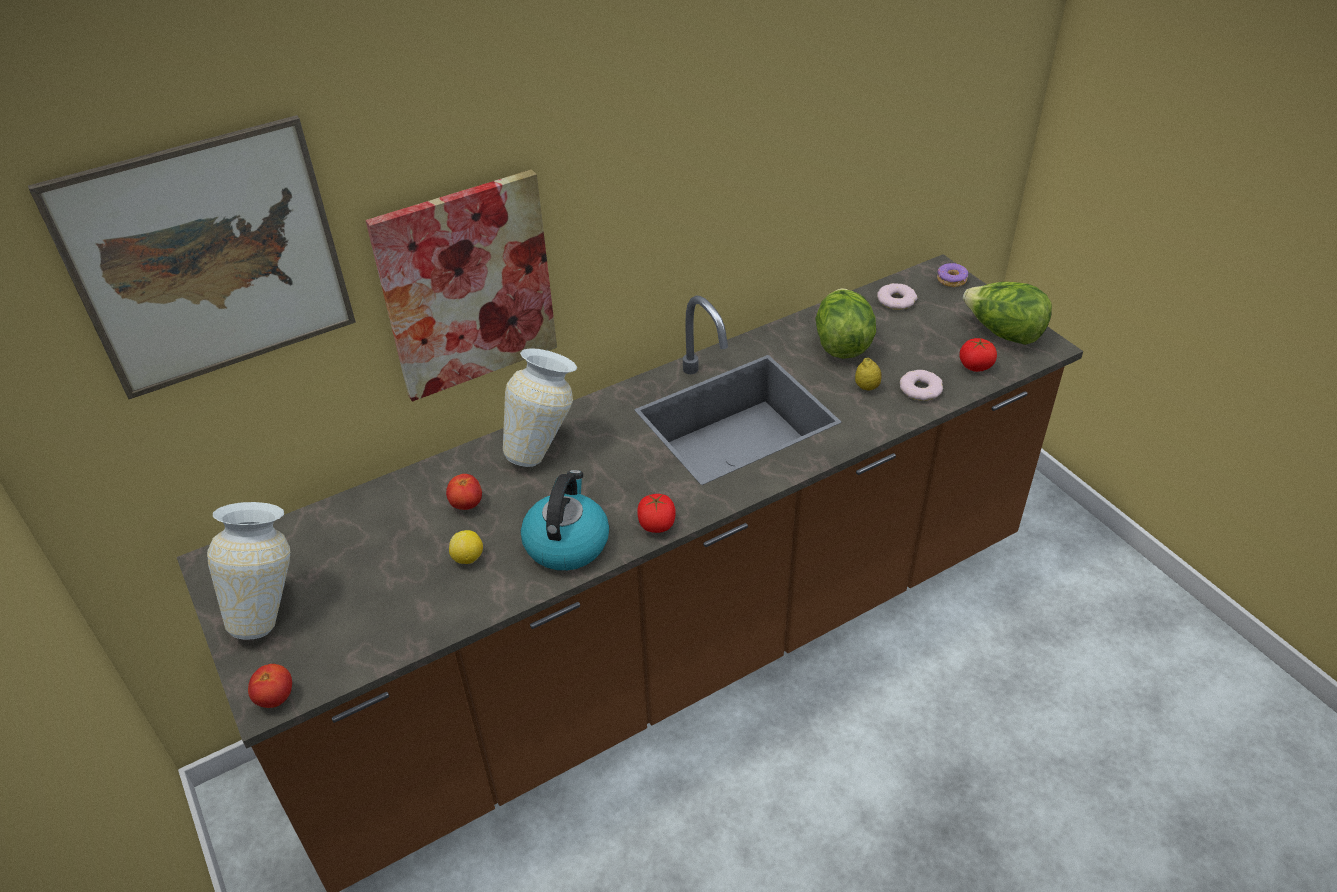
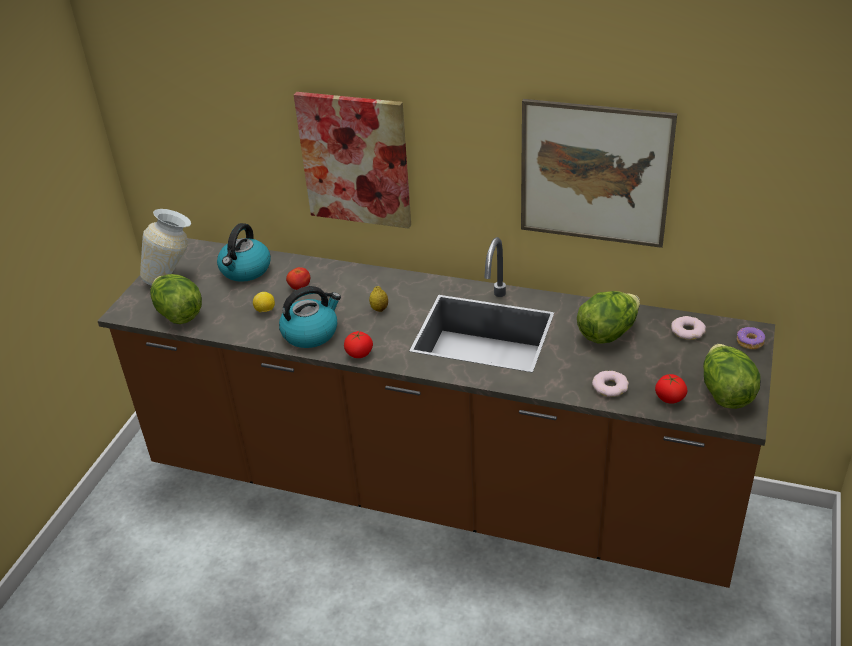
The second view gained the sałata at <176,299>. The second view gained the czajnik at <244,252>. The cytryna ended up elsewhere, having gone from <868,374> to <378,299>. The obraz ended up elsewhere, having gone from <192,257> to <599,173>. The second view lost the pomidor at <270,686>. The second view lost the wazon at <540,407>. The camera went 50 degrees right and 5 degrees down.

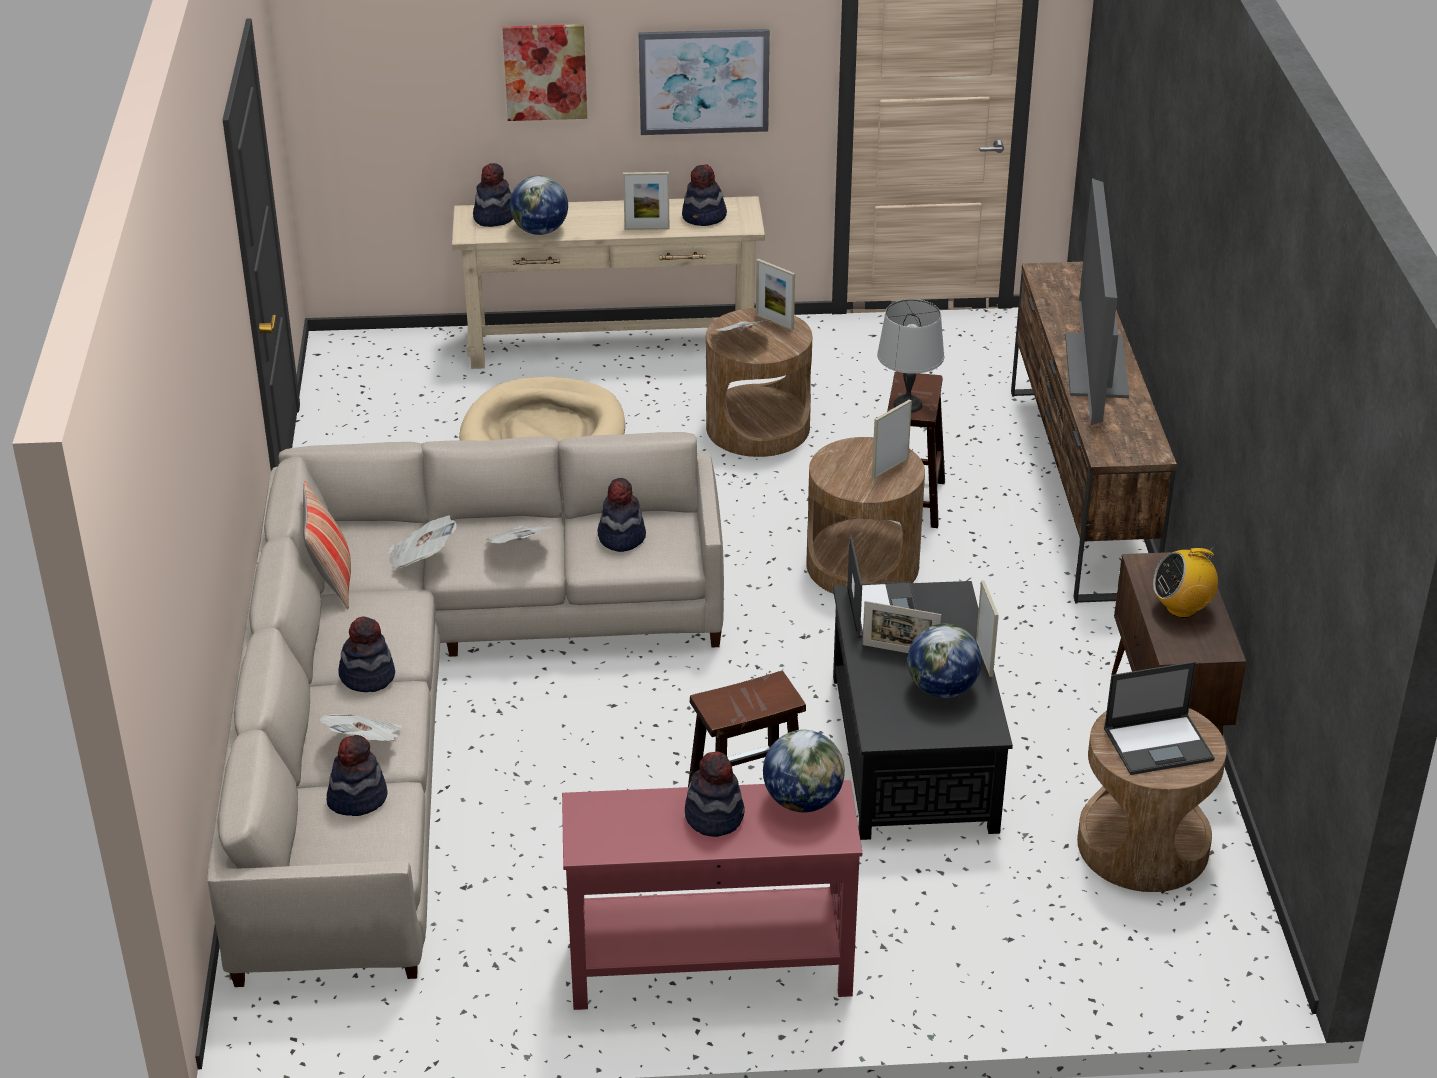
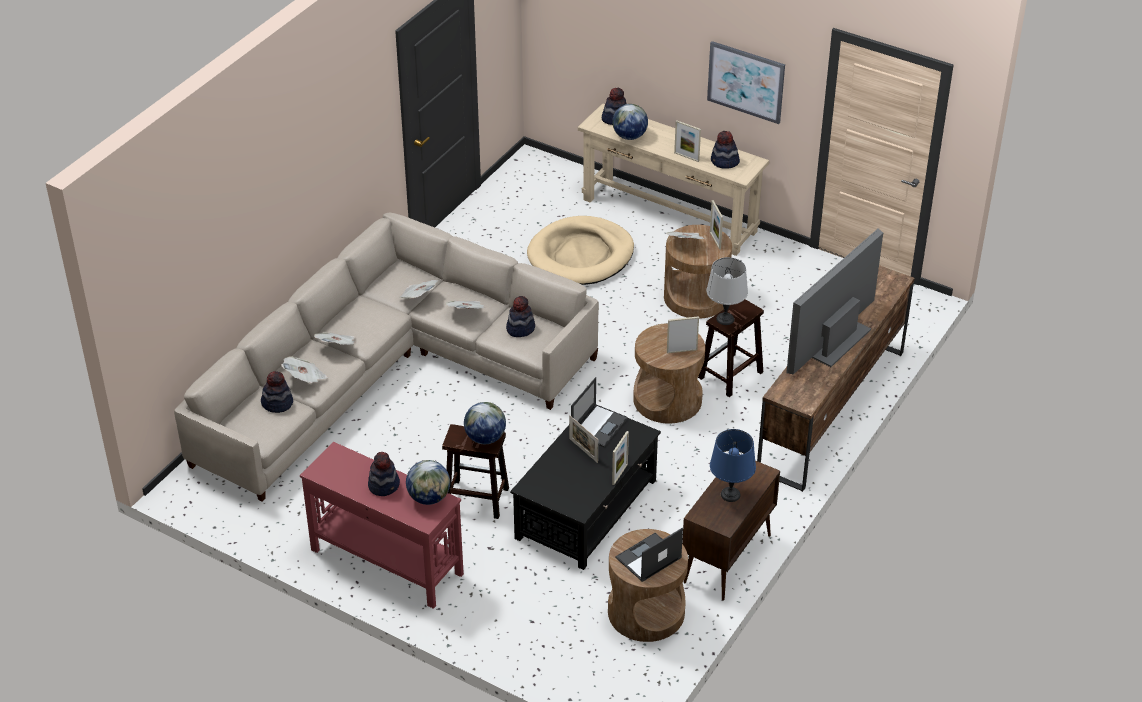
Where the kapelusz stood at <367,654>, the gazeta came to stand at <334,338>. The globus ended up elsewhere, having gone from <944,661> to <485,423>. The laptop at <1159,718> ended up facing another way, 120 degrees clockwise from before. Where the radio stood at <1185,582>, the lampa stołowa/niebieski came to stand at <733,465>. The second view lost the poduszka at <327,545>. The second view lost the obraz at <545,72>. The camera went 35 degrees right and 5 degrees up.

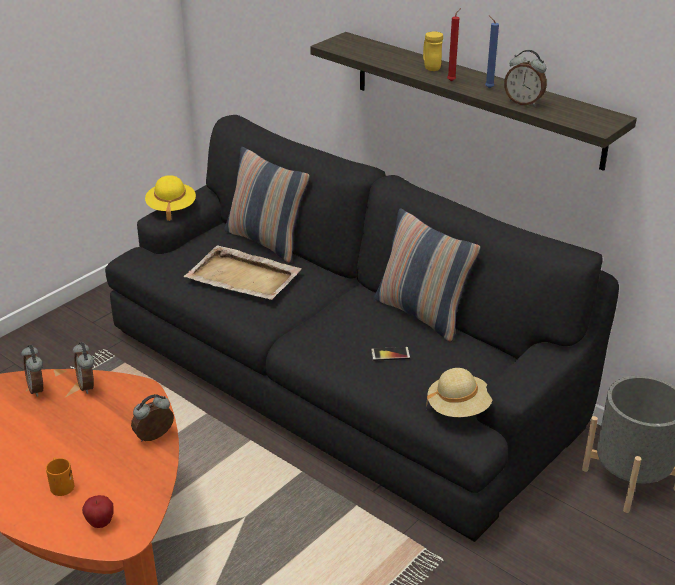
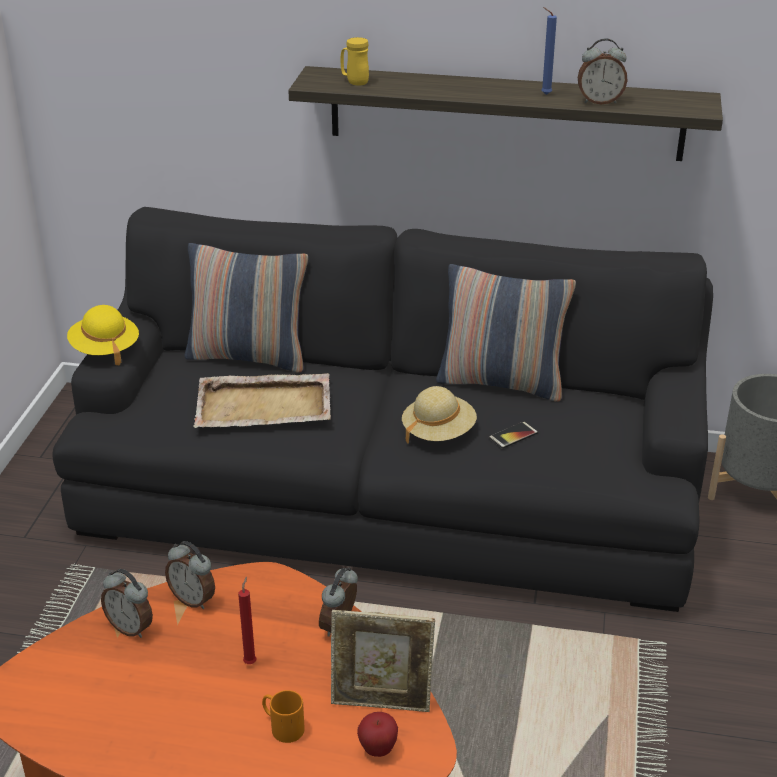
The świeca/czerwony ended up elsewhere, having gone from <454,45> to <247,620>. The second view gained the ramka na zdjęcie at <383,661>. The kubek/żółty ended up elsewhere, having gone from <433,51> to <355,61>. The kapelusz/beżowy ended up elsewhere, having gone from <459,392> to <439,415>. The camera went 30 degrees left and 0 degrees up.

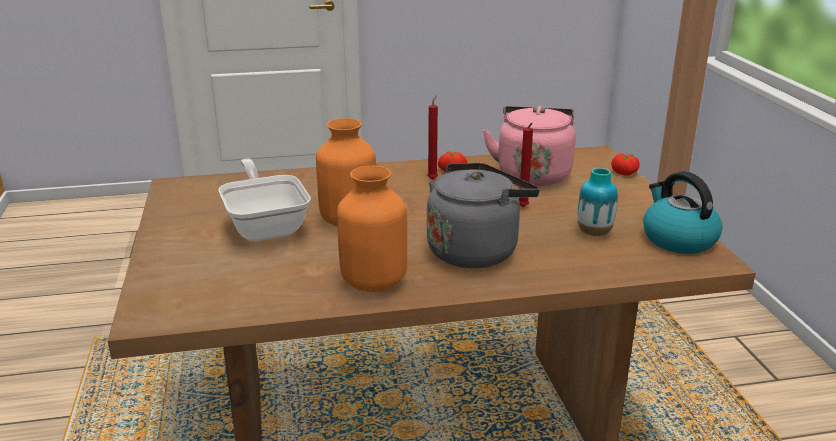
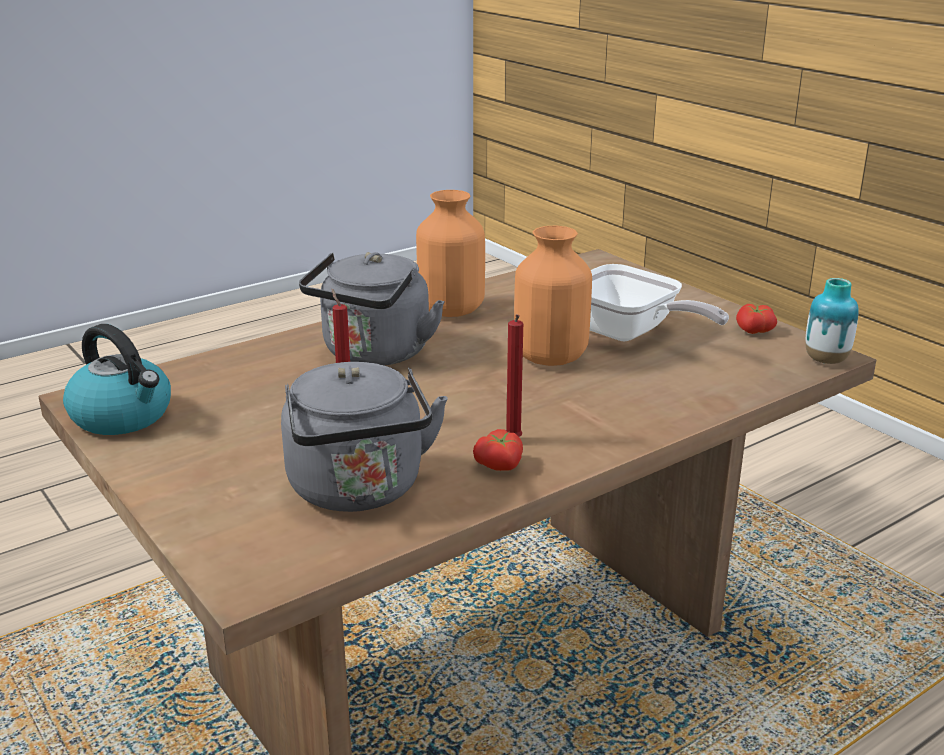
What was the czajnik/różowy at <529,146> turned into the czajnik/szary at <364,437>. The pomidor ended up elsewhere, having gone from <625,165> to <756,319>. The wazon ended up elsewhere, having gone from <598,202> to <831,321>. The camera went 155 degrees right and 0 degrees up.

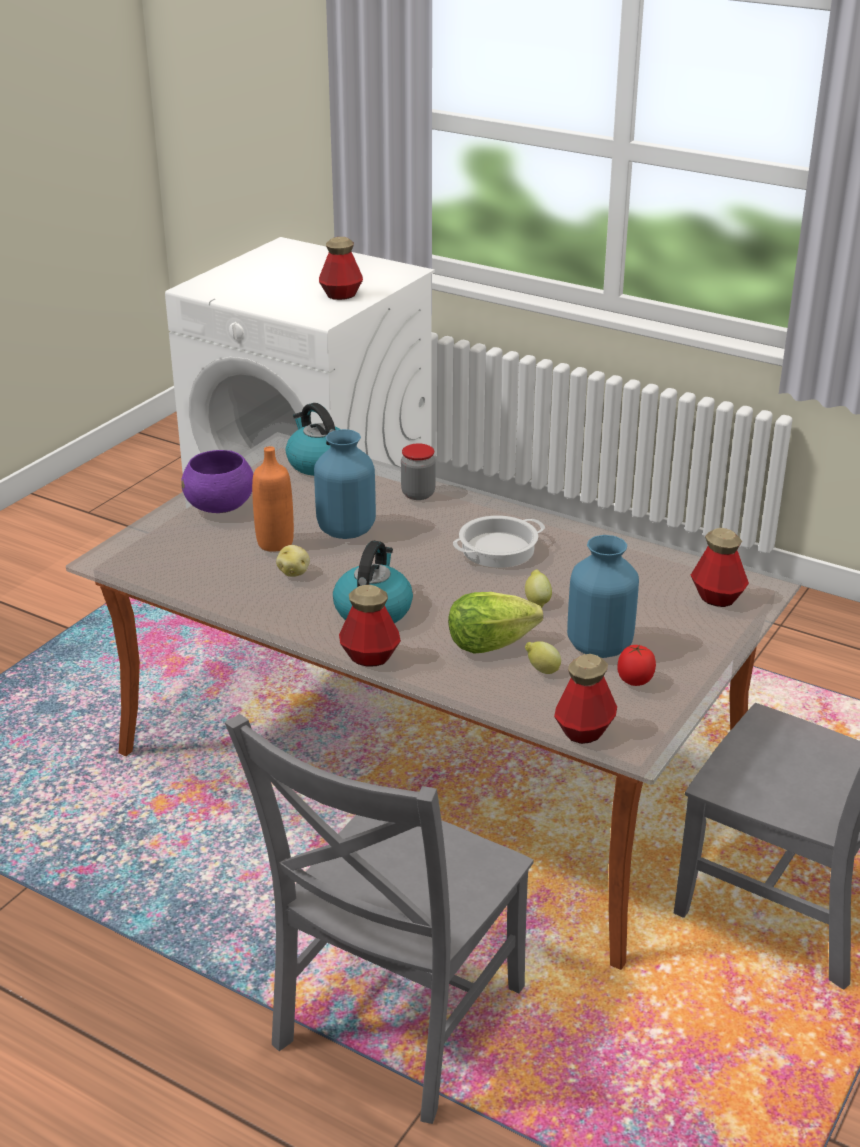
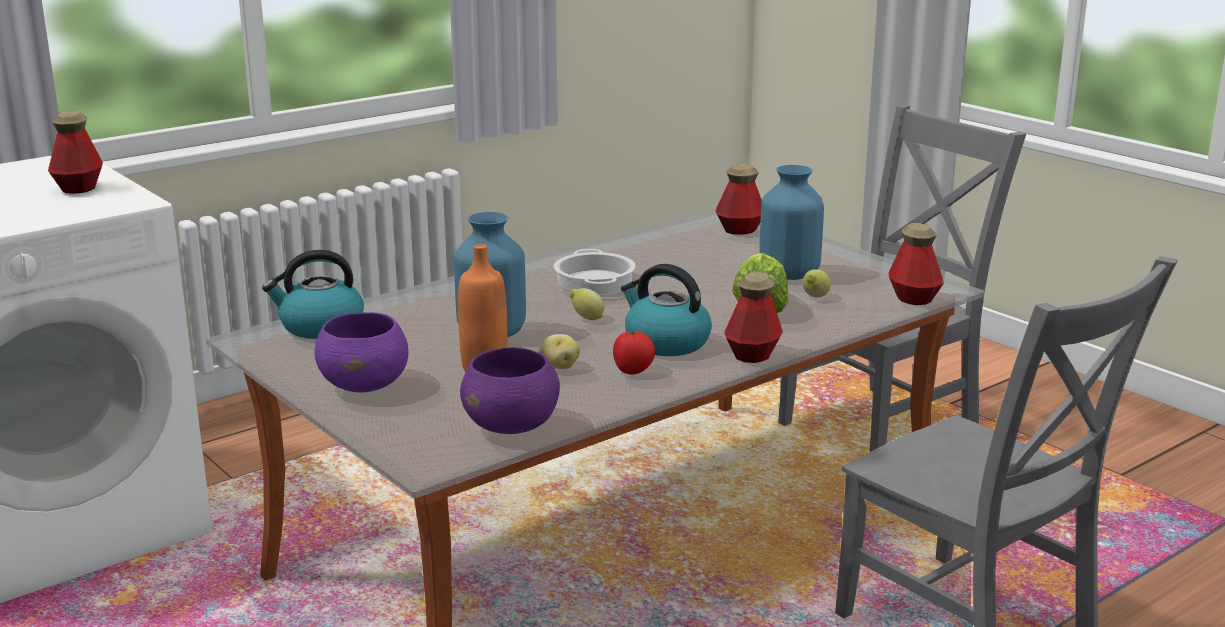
The second view gained the miska/fioletowy at <510,390>. The cytryna ended up elsewhere, having gone from <538,588> to <586,304>. The pomidor ended up elsewhere, having gone from <636,665> to <634,353>. The second view lost the słoik at <418,471>. The camera went 70 degrees left and 10 degrees down.

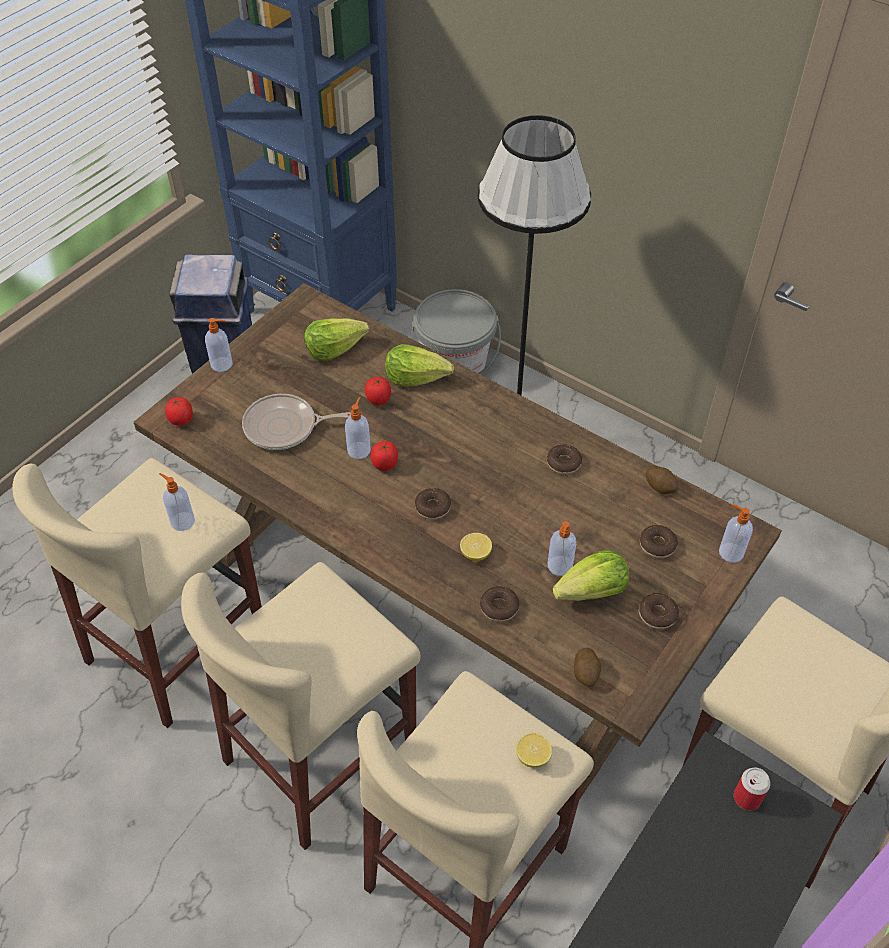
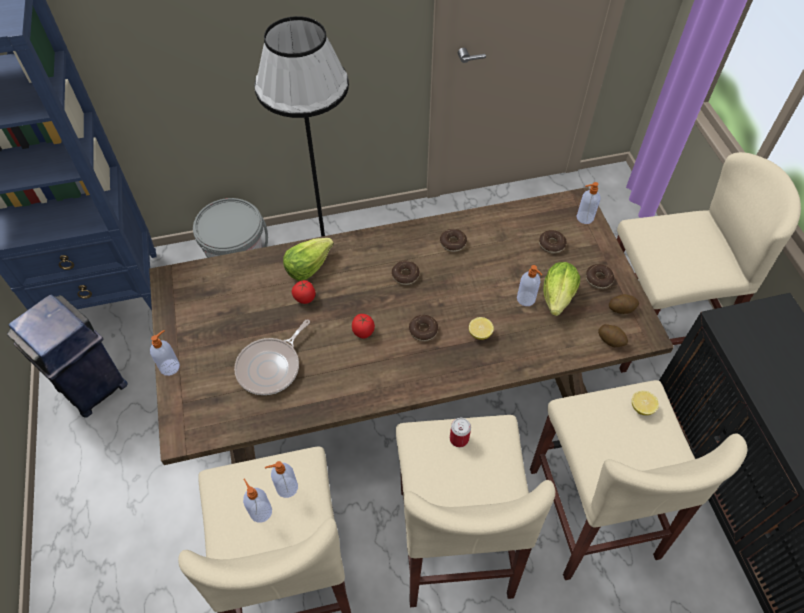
The dozownik mydła ended up elsewhere, having gone from <358,428> to <257,500>. The donut ended up elsewhere, having gone from <499,604> to <406,273>. The puszka ended up elsewhere, having gone from <752,789> to <460,432>. The ziemniak ended up elsewhere, having gone from <662,480> to <624,304>. The second view lost the pomidor at <179,411>. The second view lost the sałata at <336,339>. The camera went 50 degrees left and 5 degrees up.

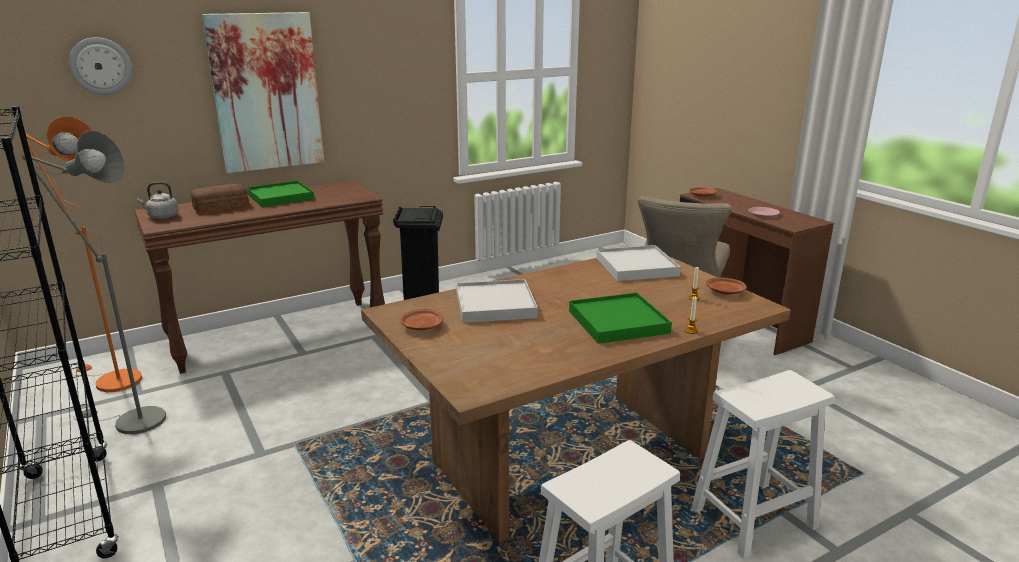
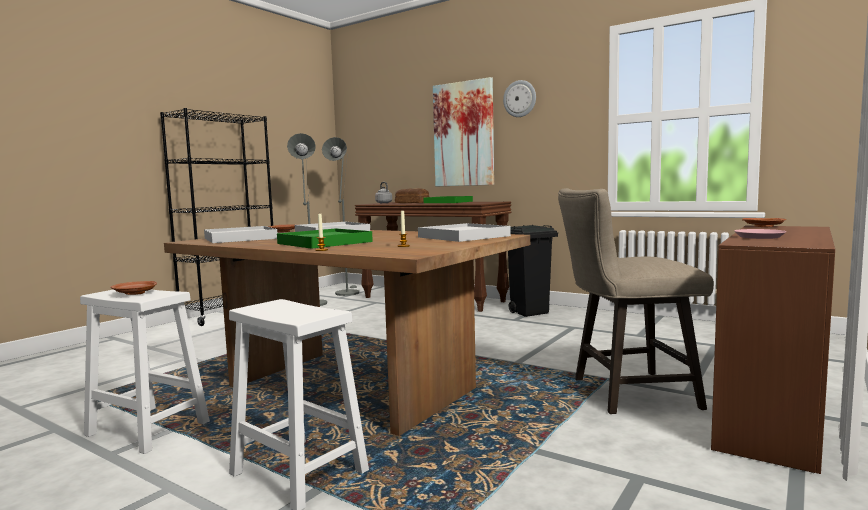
The talerz/brązowy ended up elsewhere, having gone from <726,286> to <133,288>. The second view gained the taca/biały at <240,234>. What was the lampa stojąca/pomarańczowy at <84,254> turned into the lampa stojąca/szary at <340,216>. The zegar ścienny ended up elsewhere, having gone from <100,66> to <519,98>. The camera went 65 degrees right and 15 degrees down.

